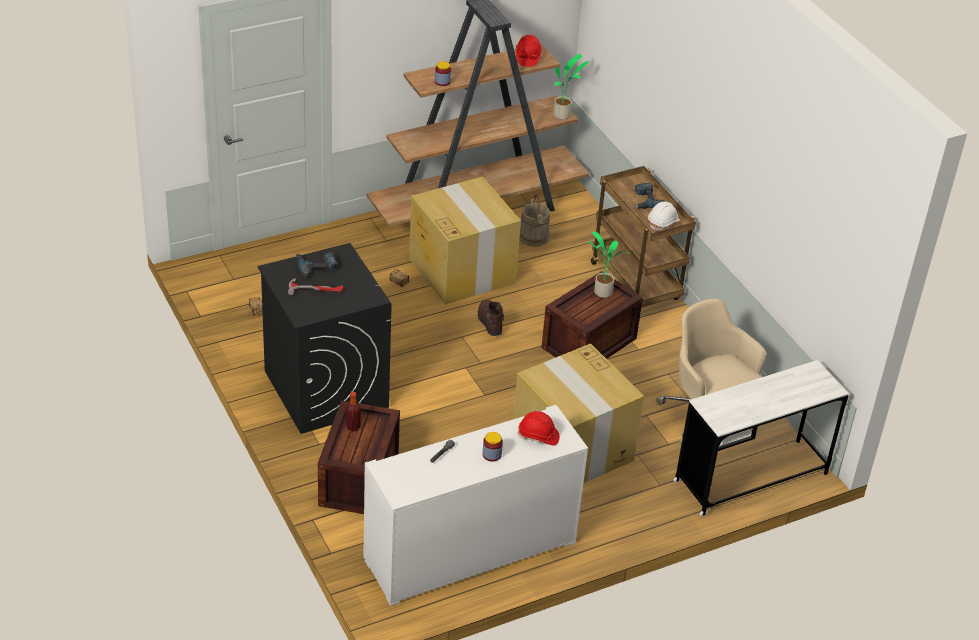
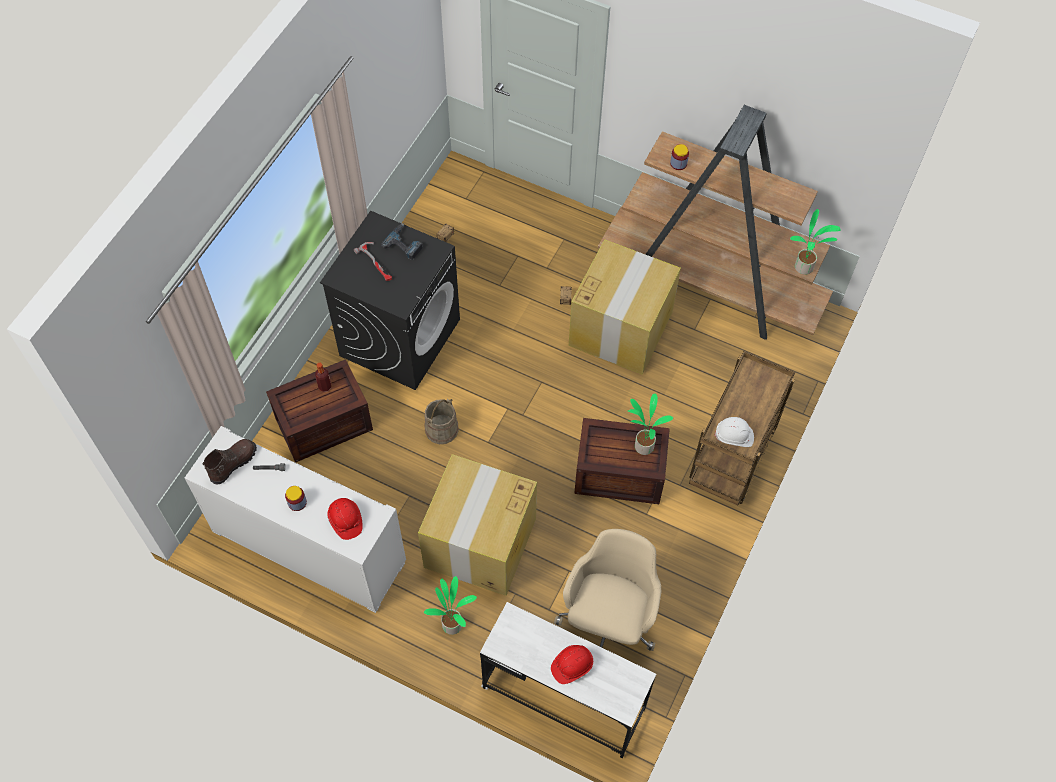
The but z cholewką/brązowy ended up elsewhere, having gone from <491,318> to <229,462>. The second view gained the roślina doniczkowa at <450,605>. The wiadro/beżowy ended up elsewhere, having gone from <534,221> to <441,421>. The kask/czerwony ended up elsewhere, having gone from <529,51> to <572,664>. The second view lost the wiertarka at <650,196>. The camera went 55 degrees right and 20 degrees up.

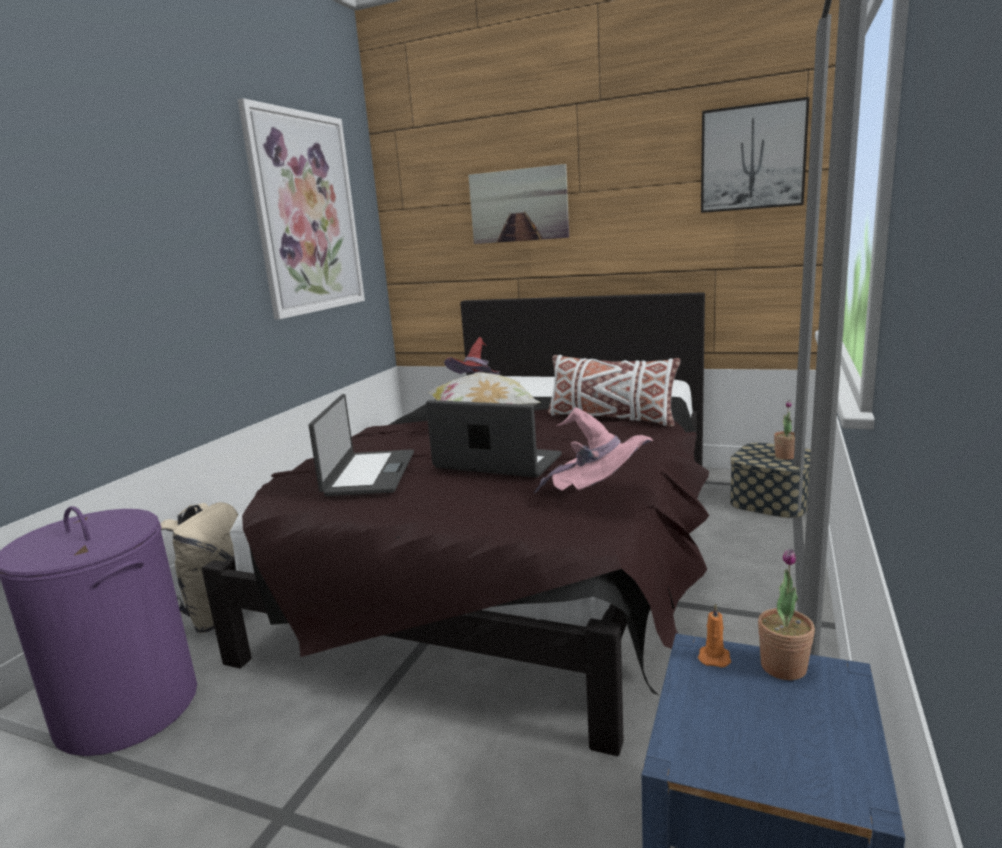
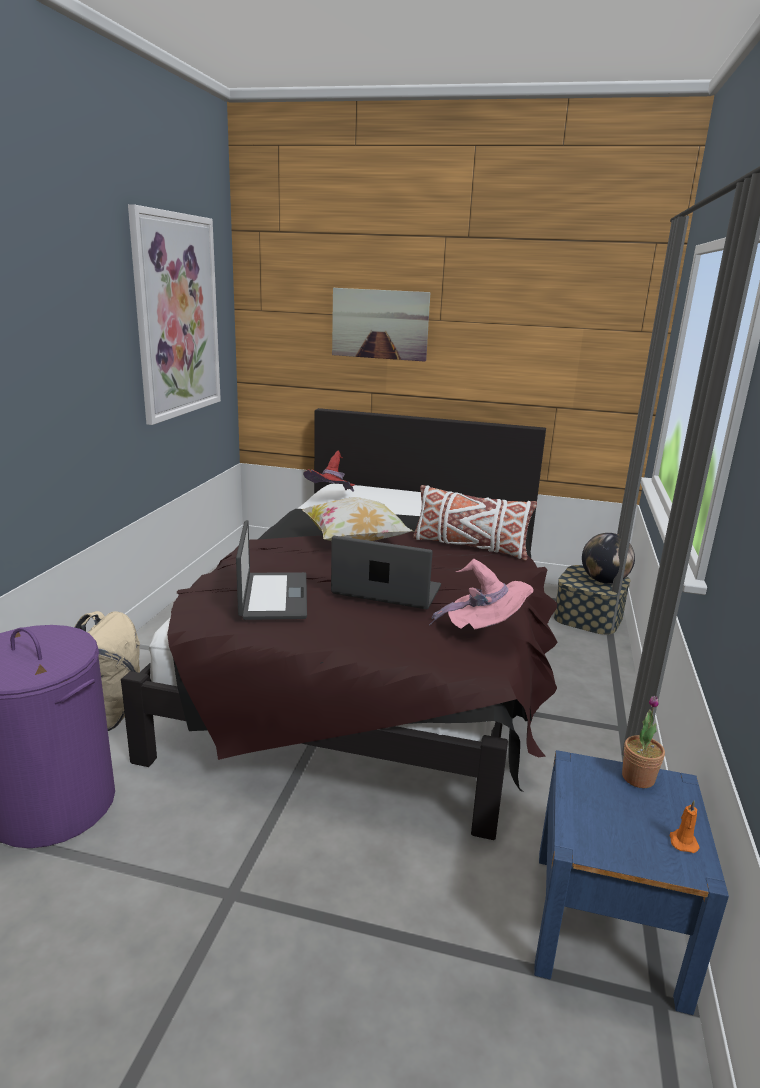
Where the roślina doniczkowa stood at <784,430>, the globus came to stand at <608,558>. The świeca/pomarańczowy ended up elsewhere, having gone from <714,635> to <685,827>. The second view lost the obraz at <755,155>. The camera went 10 degrees left and 5 degrees up.

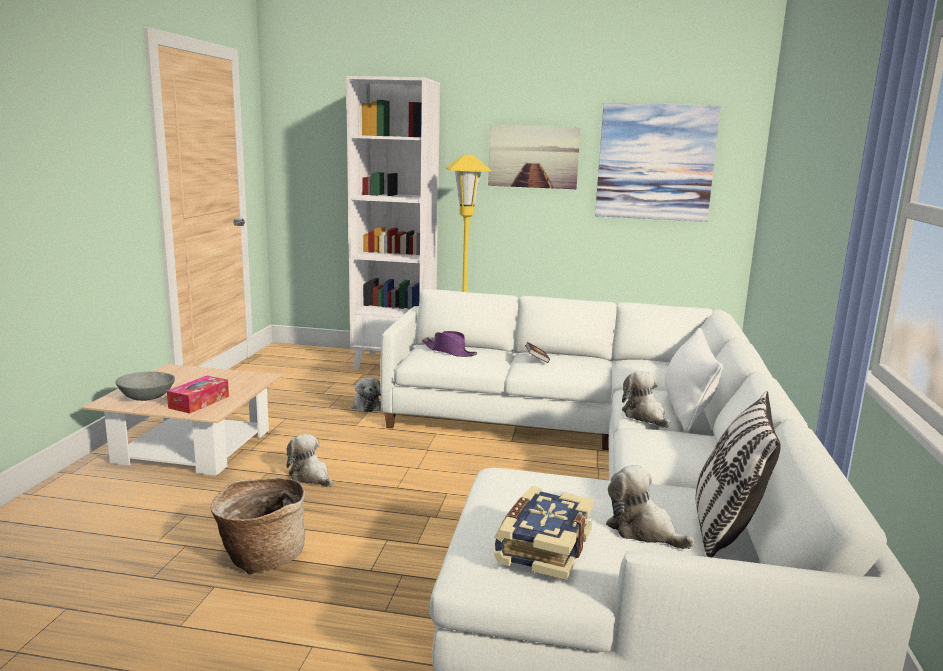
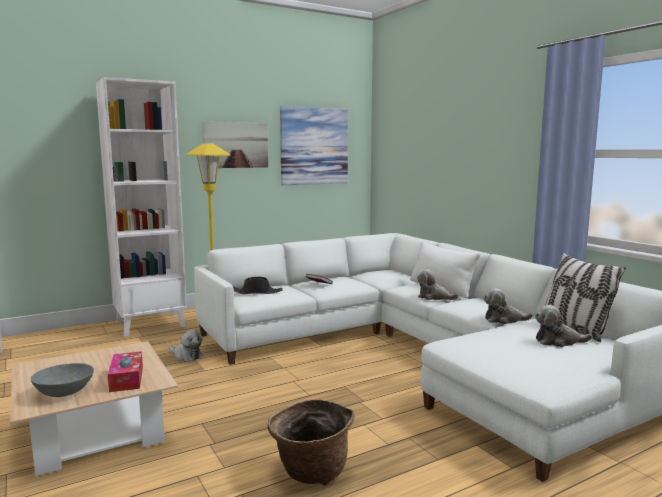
What was the kapelusz/fioletowy at <449,344> turned into the kapelusz/czarny at <258,285>. The pluszak ended up elsewhere, having gone from <310,460> to <508,306>. The second view lost the książka at <544,533>. The camera went 40 degrees left and 5 degrees down.

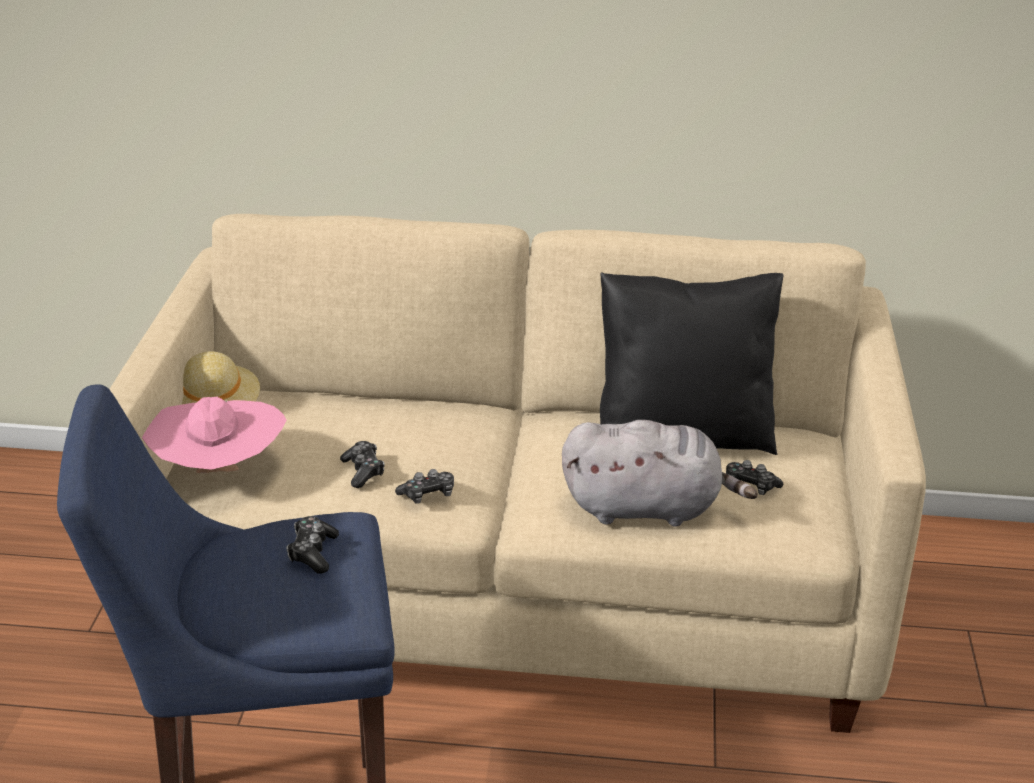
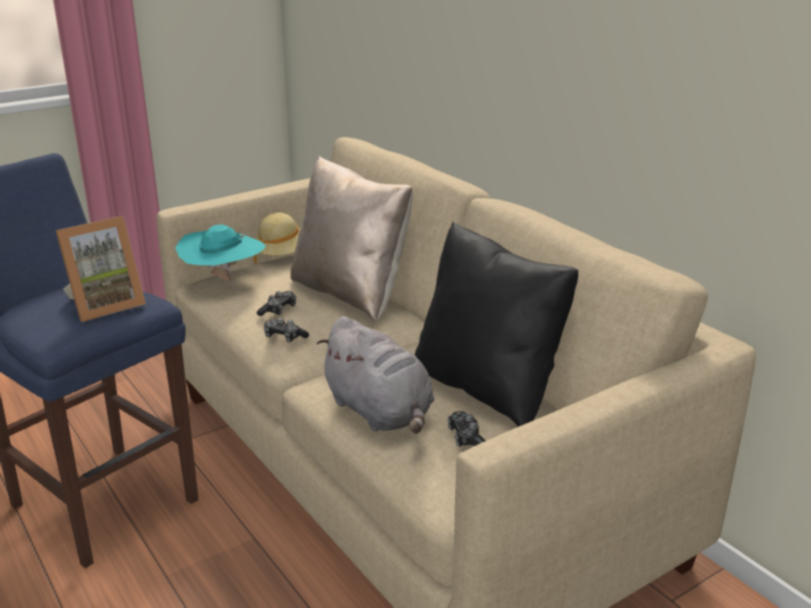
Where the pad do gier stood at <312,545>, the ramka na zdjęcie came to stand at <101,269>. What was the kapelusz/różowy at <214,435> turned into the kapelusz/turkusowy at <220,252>. The second view gained the poduszka/beżowy at <351,239>. The camera went 50 degrees right and 5 degrees down.

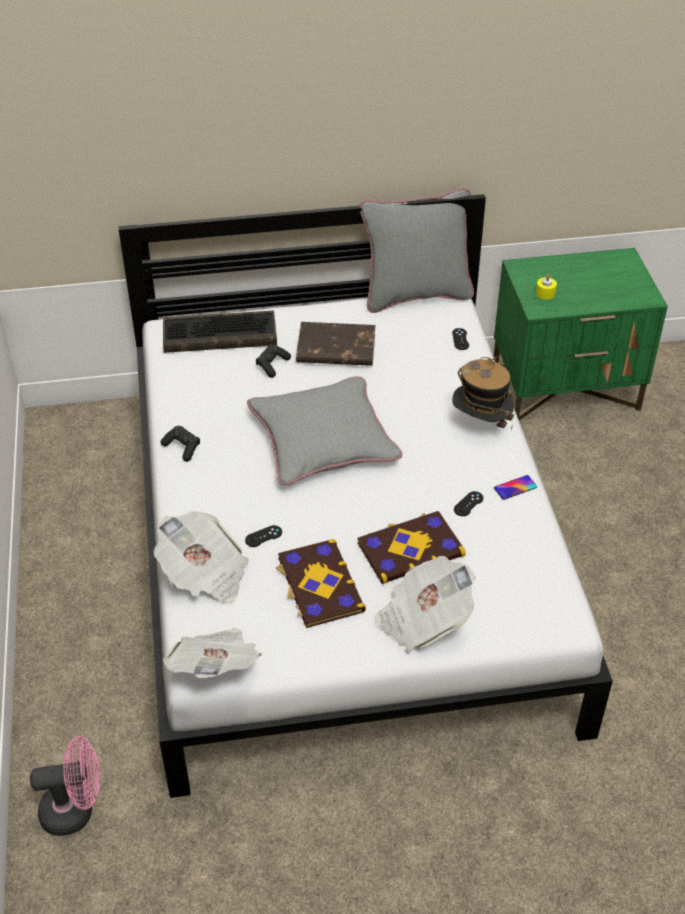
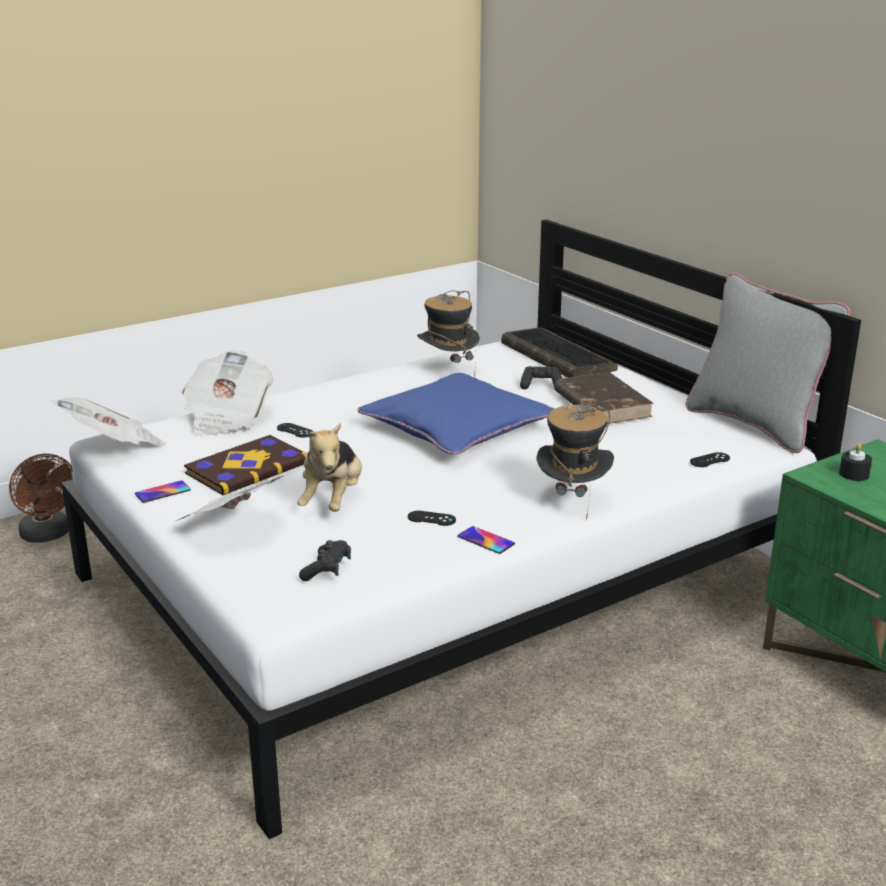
What was the wentylator/różowy at <65,786> turned into the wentylator/brązowy at <41,498>. The second view gained the telefon at <163,492>. Where the książka stood at <411,547>, the pluszak came to stand at <329,467>. The pad do gier/czarny ended up elsewhere, having gone from <180,444> to <325,560>. What was the poduszka/szary at <324,430> turned into the poduszka/niebieski at <456,413>. The second view gained the kapelusz at <448,334>. What was the świeca/żółty at <546,286> turned into the świeca/czarny at <855,462>. The camera went 65 degrees right and 20 degrees down.

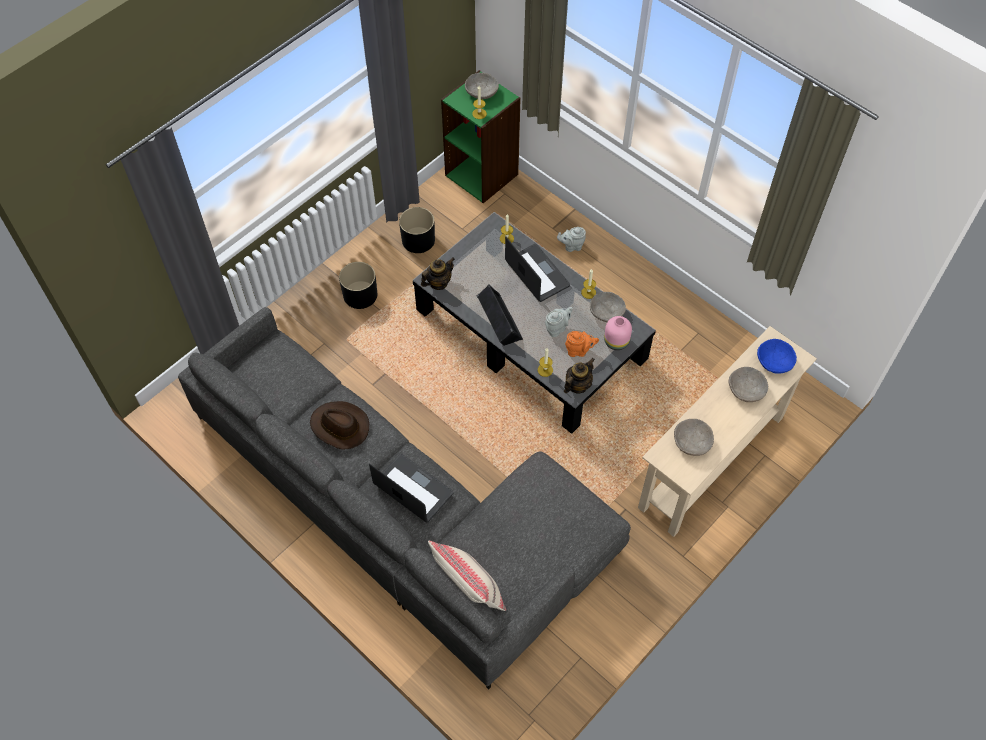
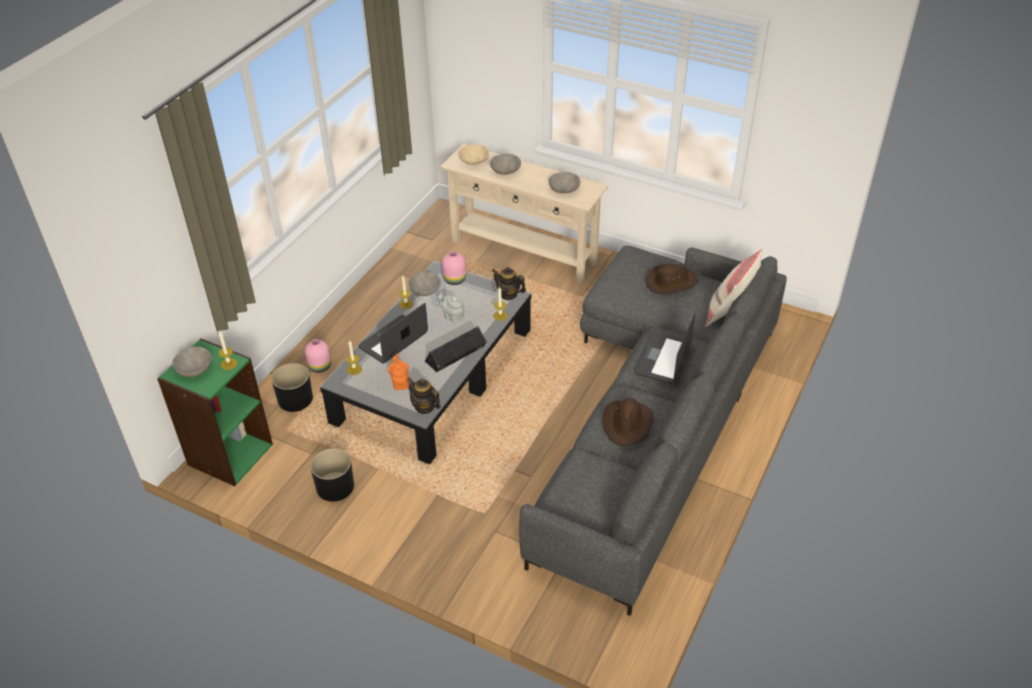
The donica/czarny ended up elsewhere, having gone from <358,285> to <292,387>. Where the imbryk/szary stood at <571,239>, the wazon/różowy came to stand at <318,356>. The imbryk/pomarańczowy ended up elsewhere, having gone from <582,344> to <398,371>. What was the miska/niebieski at <777,356> turned into the miska/beżowy at <473,154>. The second view gained the kapelusz/brązowy at <672,279>. The camera went 105 degrees left and 15 degrees down.

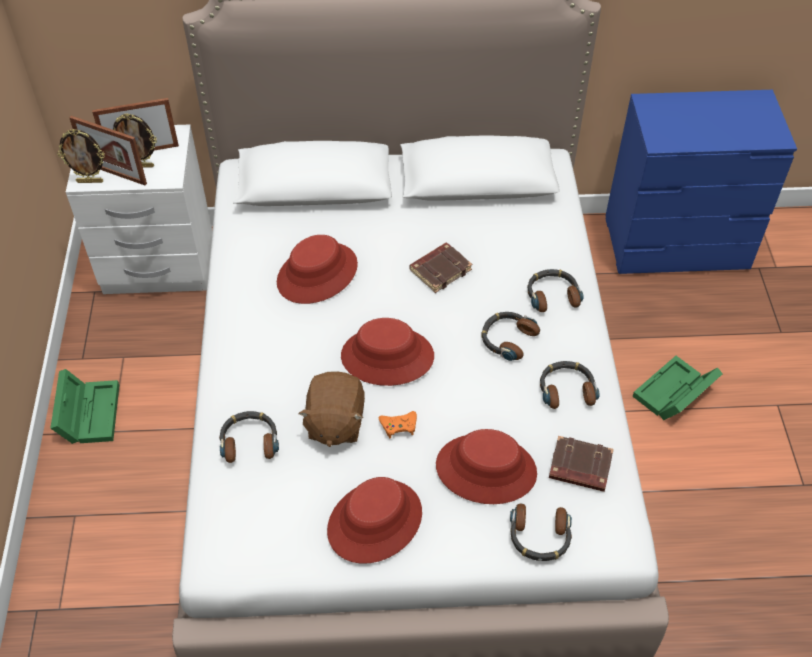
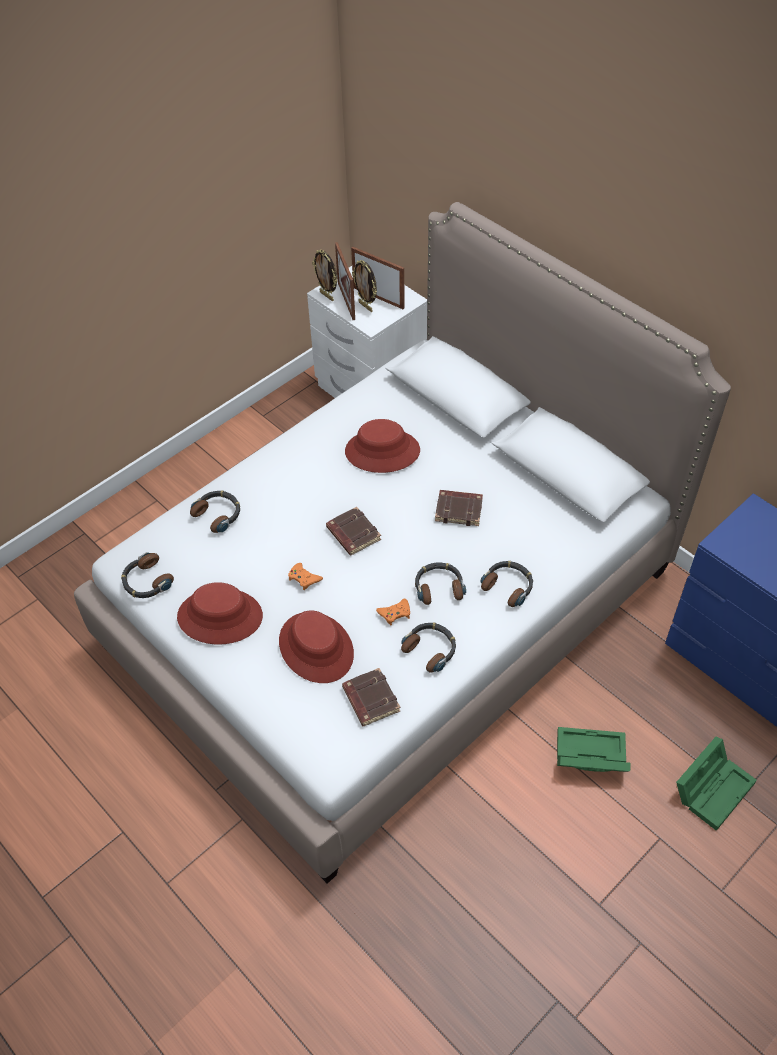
The słuchawki ended up elsewhere, having gone from <541,532> to <147,575>. Where the kapelusz/czerwony stood at <387,352>, the książka/brązowy came to stand at <353,531>. The second view gained the pad do gier/pomarańczowy at <393,612>. The pojemnik do przechowywania/zielony ended up elsewhere, having gone from <84,406> to <716,784>. The second view lost the pluszak/brązowy at <331,409>. The camera went 50 degrees right and 0 degrees up.

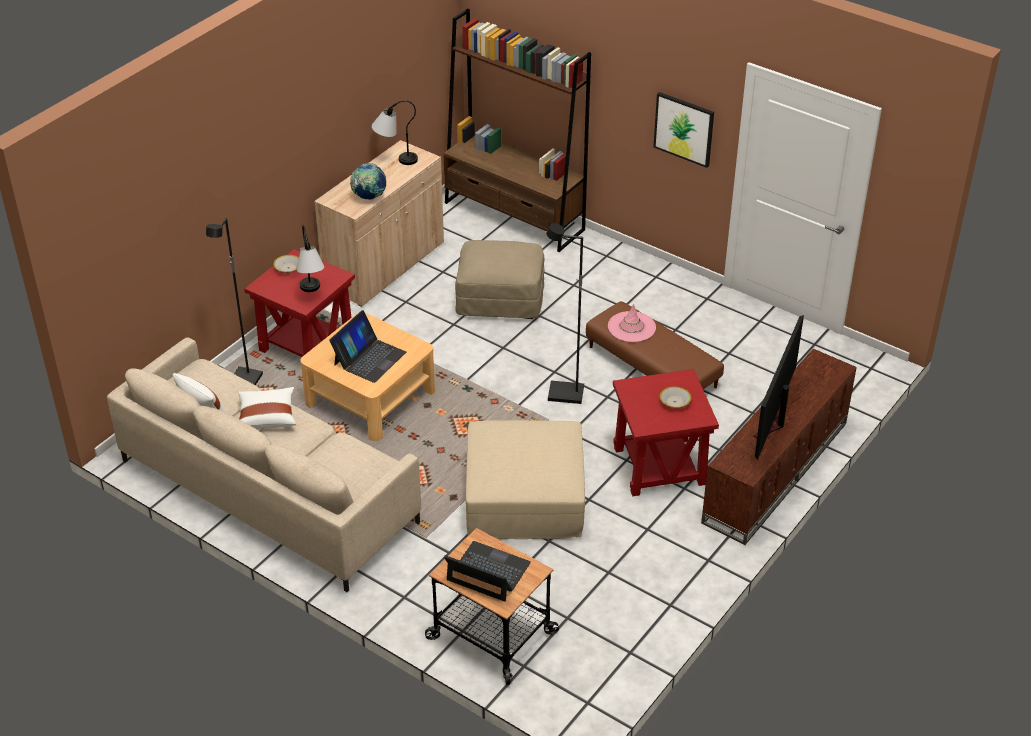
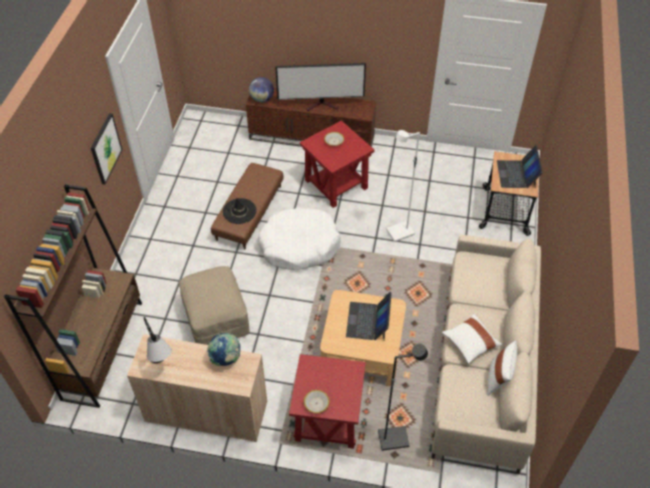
What was the kapelusz/różowy at <632,322> turned into the kapelusz/czarny at <240,211>. The second view gained the globus at <261,90>. Where the lampa stojąca/czarny stood at <565,313>, the legowisko/biały came to stand at <299,239>. The laptop at <367,346> ended up facing another way, 90 degrees counterclockwise from before. Where the pufa/beżowy stood at <525,479>, the lampa stojąca/biały came to stand at <403,186>. The second view lost the lampa stołowa at <311,258>. The camera went 115 degrees left and 10 degrees up.

